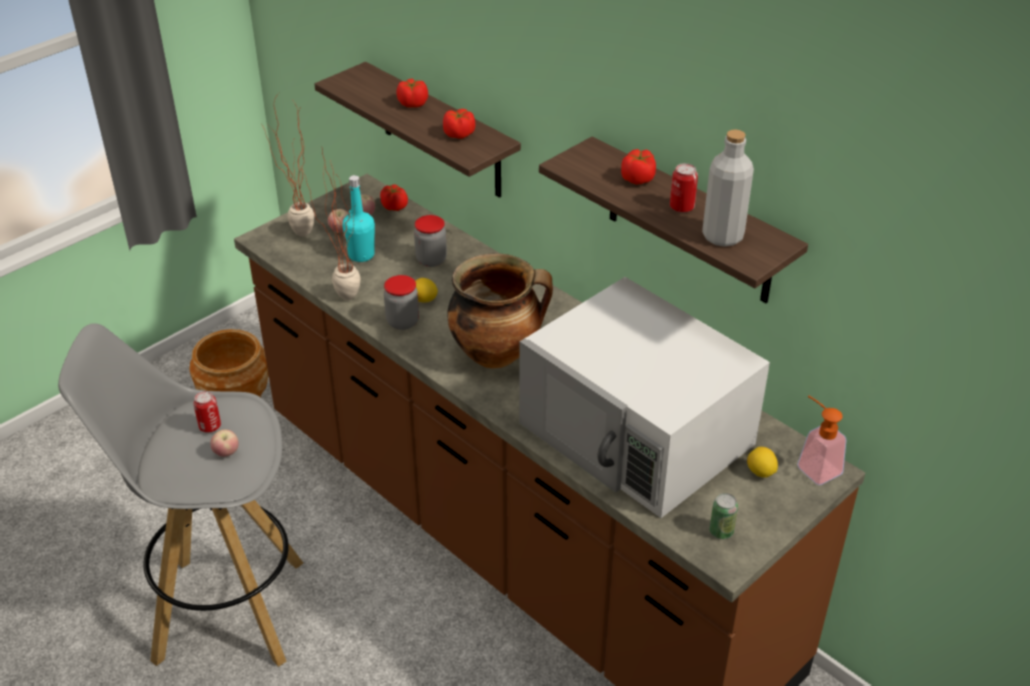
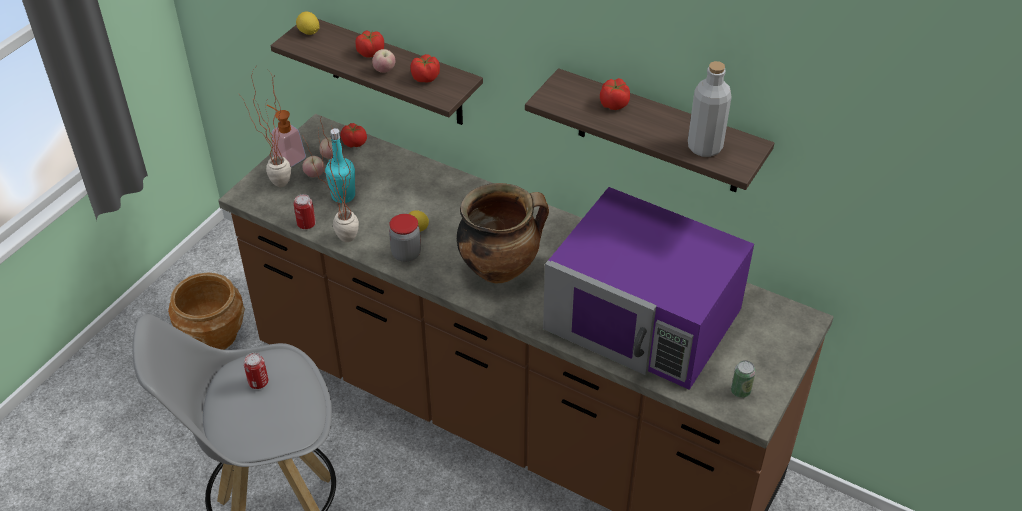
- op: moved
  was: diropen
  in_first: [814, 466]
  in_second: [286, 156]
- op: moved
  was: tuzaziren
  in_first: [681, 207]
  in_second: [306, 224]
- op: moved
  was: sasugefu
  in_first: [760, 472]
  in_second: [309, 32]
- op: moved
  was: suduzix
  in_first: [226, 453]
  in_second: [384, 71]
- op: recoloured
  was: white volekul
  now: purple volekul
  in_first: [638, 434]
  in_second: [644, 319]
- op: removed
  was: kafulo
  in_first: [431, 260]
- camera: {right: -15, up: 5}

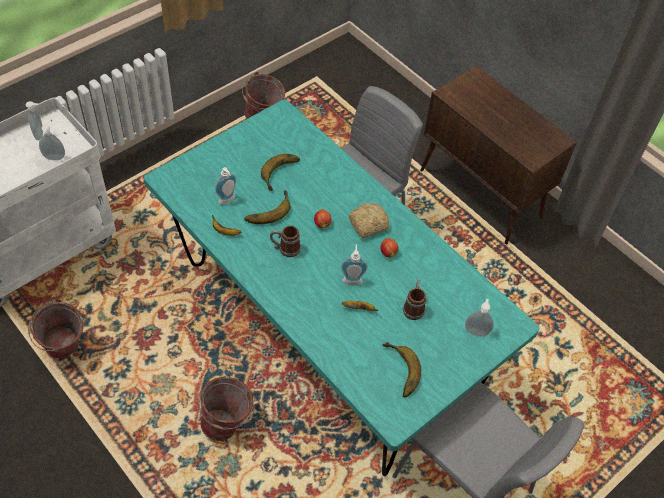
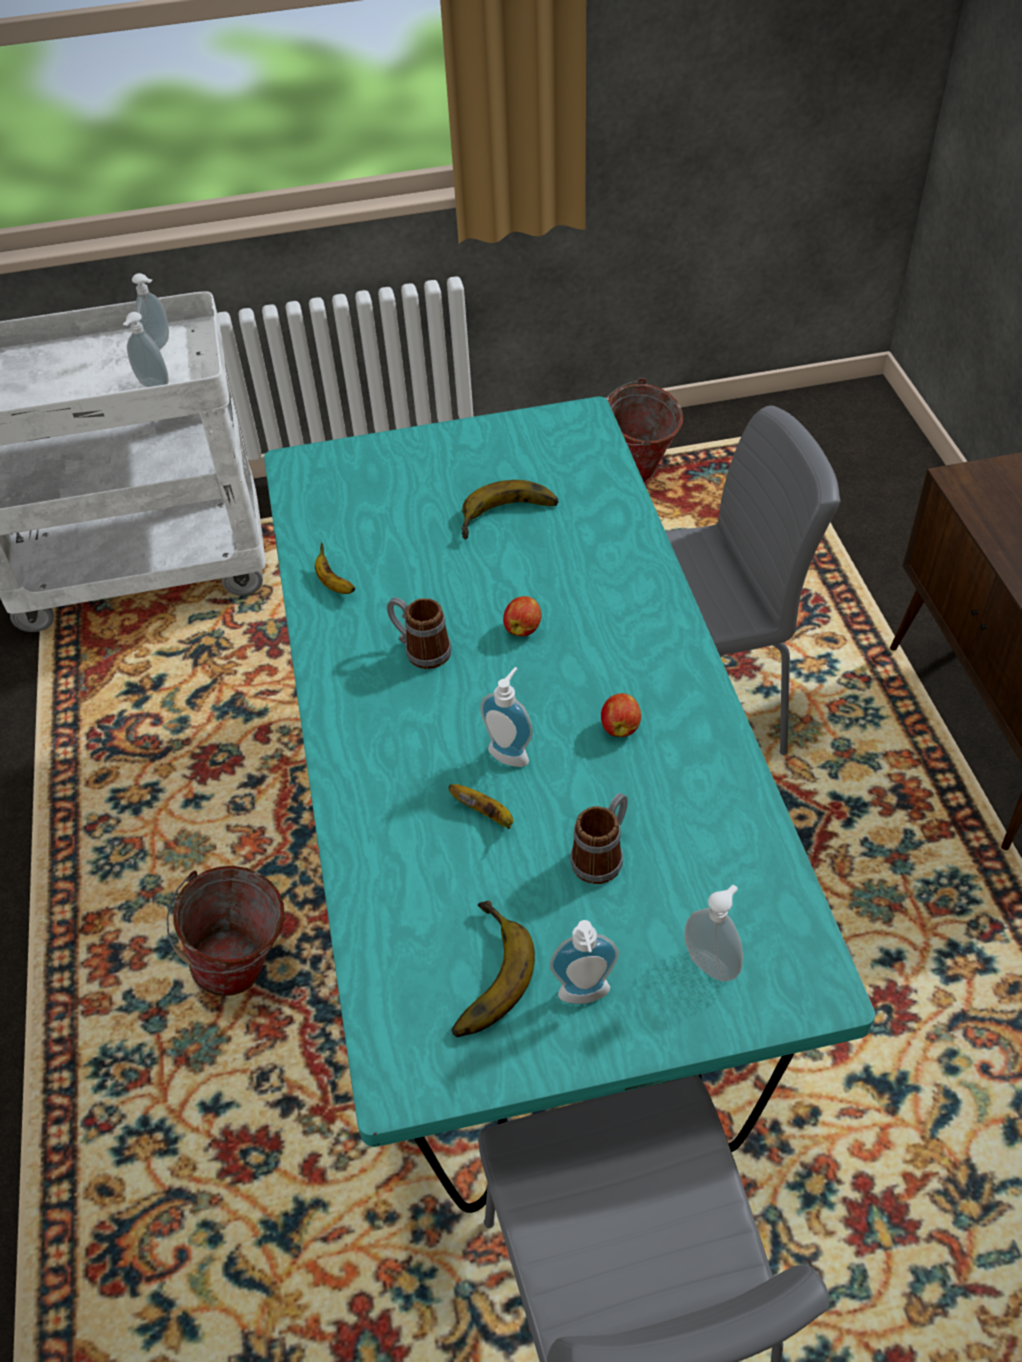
- op: moved
  was: diropen
  in_first: [228, 201]
  in_second: [585, 997]
- op: removed
  was: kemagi
  in_first: [65, 351]
- op: removed
  was: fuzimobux
  in_first: [267, 210]
- op: removed
  was: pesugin
  in_first: [367, 224]
- camera: {right: 35, up: -5}

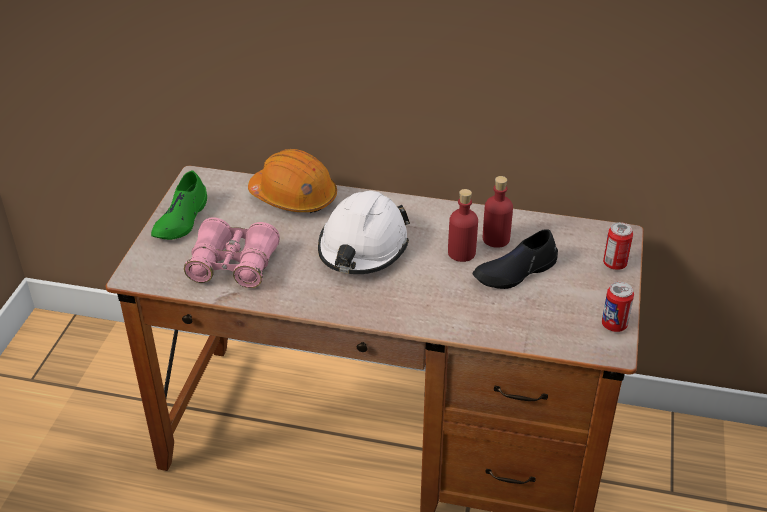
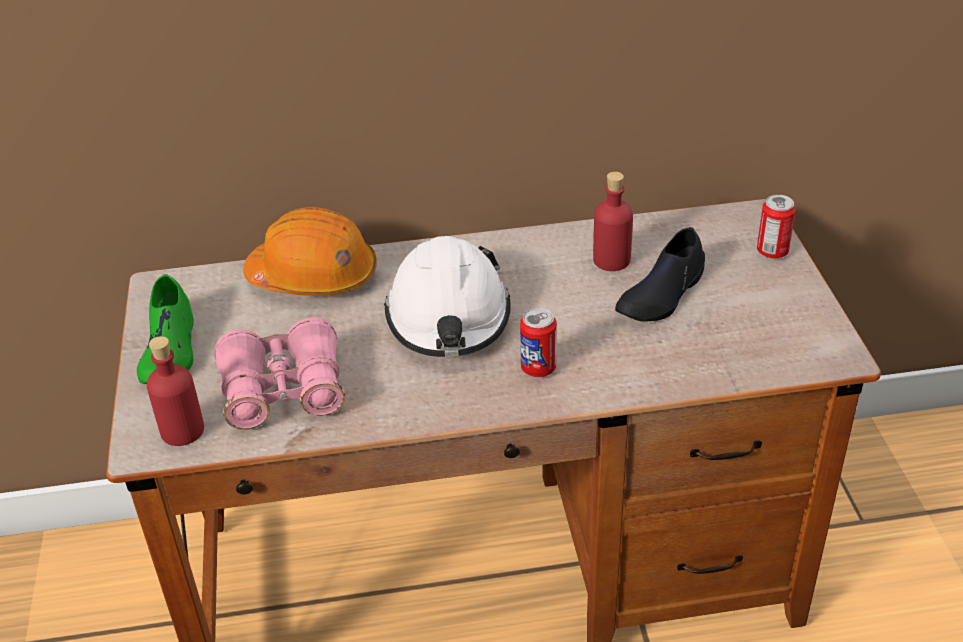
- op: moved
  was: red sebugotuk
  in_first: [461, 253]
  in_second: [182, 430]
- op: moved
  was: tuzaziren
  in_first: [614, 325]
  in_second: [538, 368]
- camera: {right: -20, up: 0}

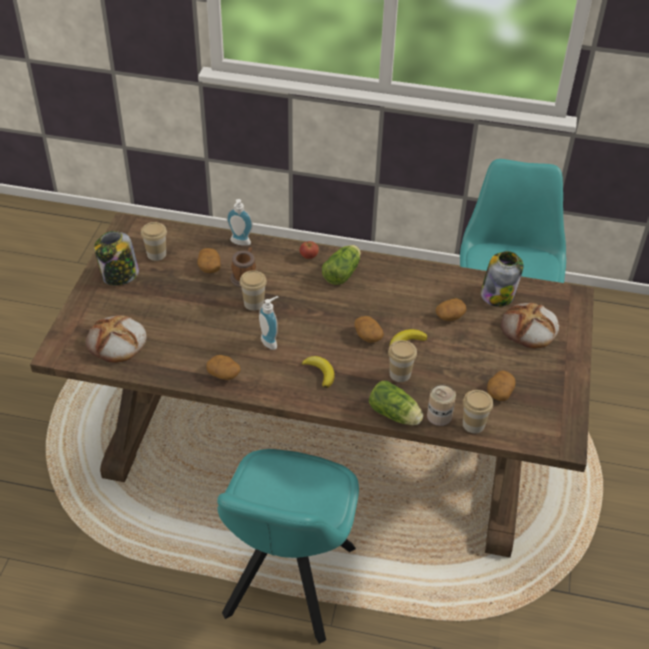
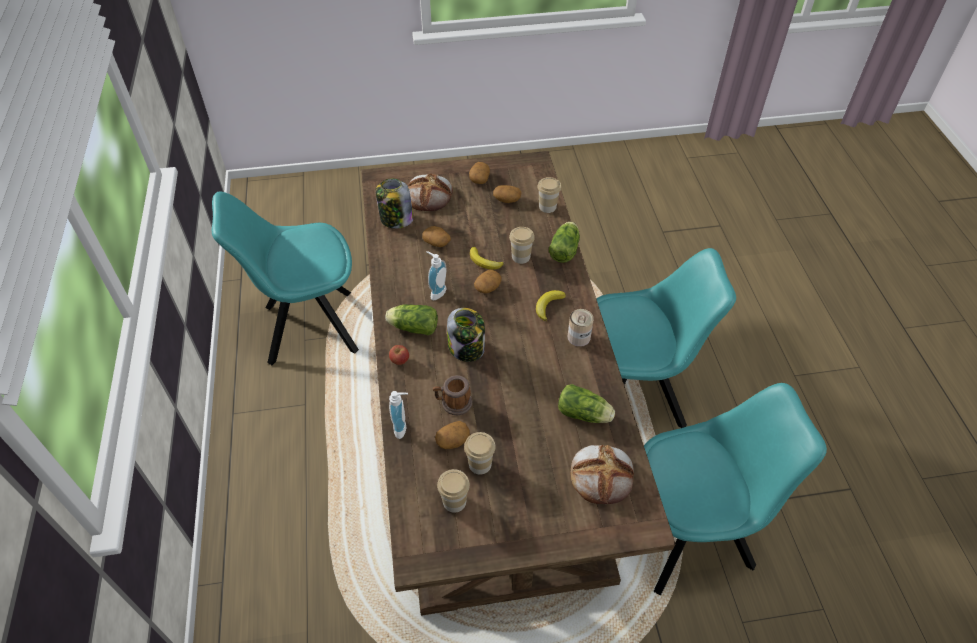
- op: moved
  was: diropen
  in_first: [271, 341]
  in_second: [436, 292]
- op: moved
  was: kafulo
  in_first: [119, 275]
  in_second: [467, 348]
- op: moved
  was: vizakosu
  in_first: [254, 303]
  in_second: [480, 464]
- op: moved
  was: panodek
  in_first: [224, 374]
  in_second: [479, 178]
- op: added
  now: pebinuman
  in_second: [585, 414]
- op: moved
  was: tuzaziren
  in_first: [439, 415]
  in_second: [578, 337]
- op: added
  now: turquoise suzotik
  in_second: [688, 535]
- camera: {right: -110, up: 5}

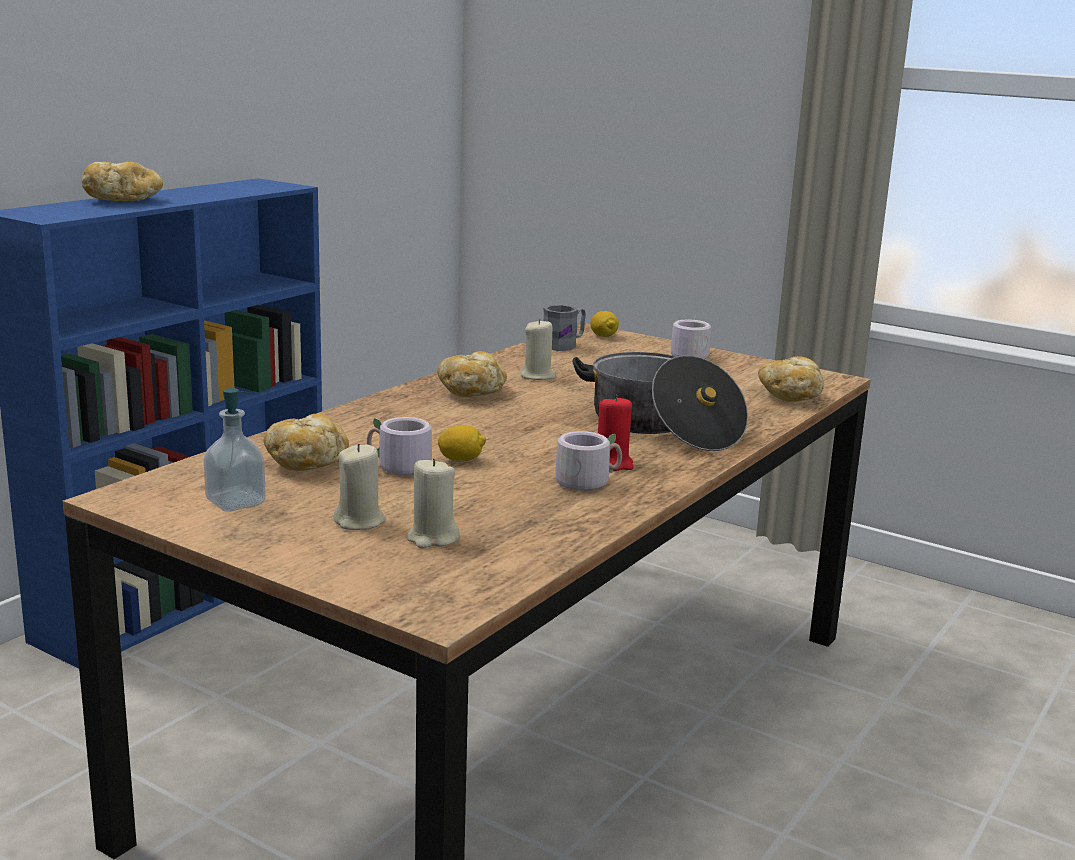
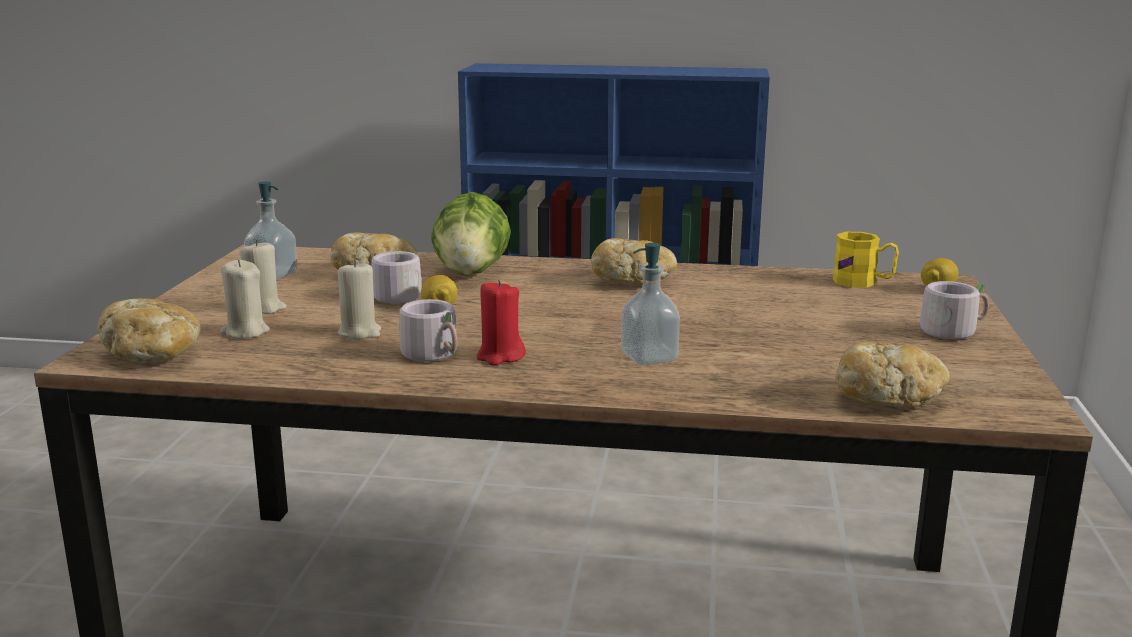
- op: moved
  was: pesugin
  in_first: [123, 200]
  in_second: [153, 355]
- op: moved
  was: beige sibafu
  in_first: [537, 376]
  in_second: [360, 332]
- op: added
  now: pebinuman
  in_second: [472, 272]
- op: replaced
  was: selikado
  now: diropen
  in_first: [661, 427]
  in_second: [649, 357]
- op: recoloured
  was: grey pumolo
  now: yellow pumolo
  in_first: [564, 345]
  in_second: [863, 282]
- camera: {right: 65, up: 0}

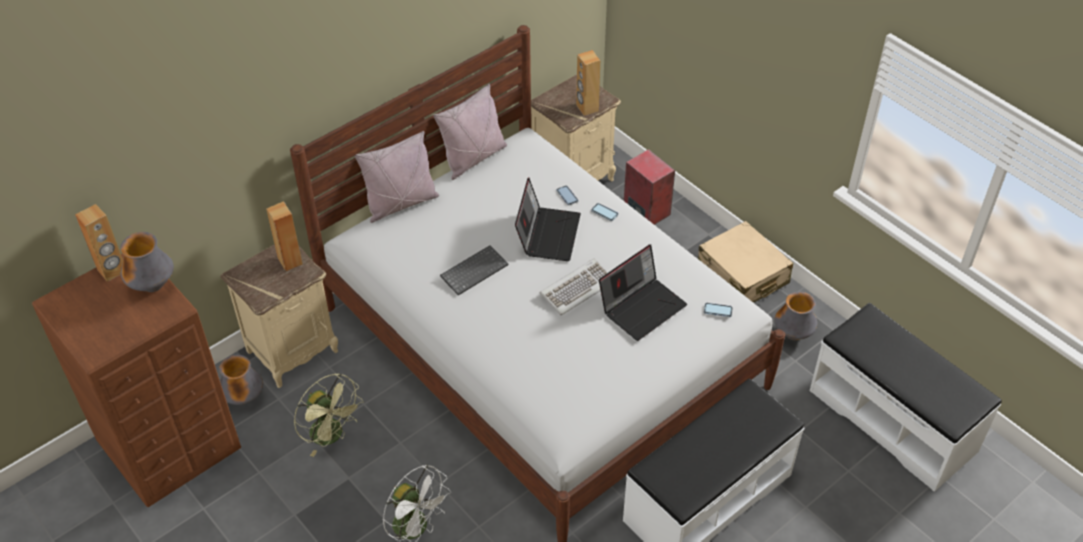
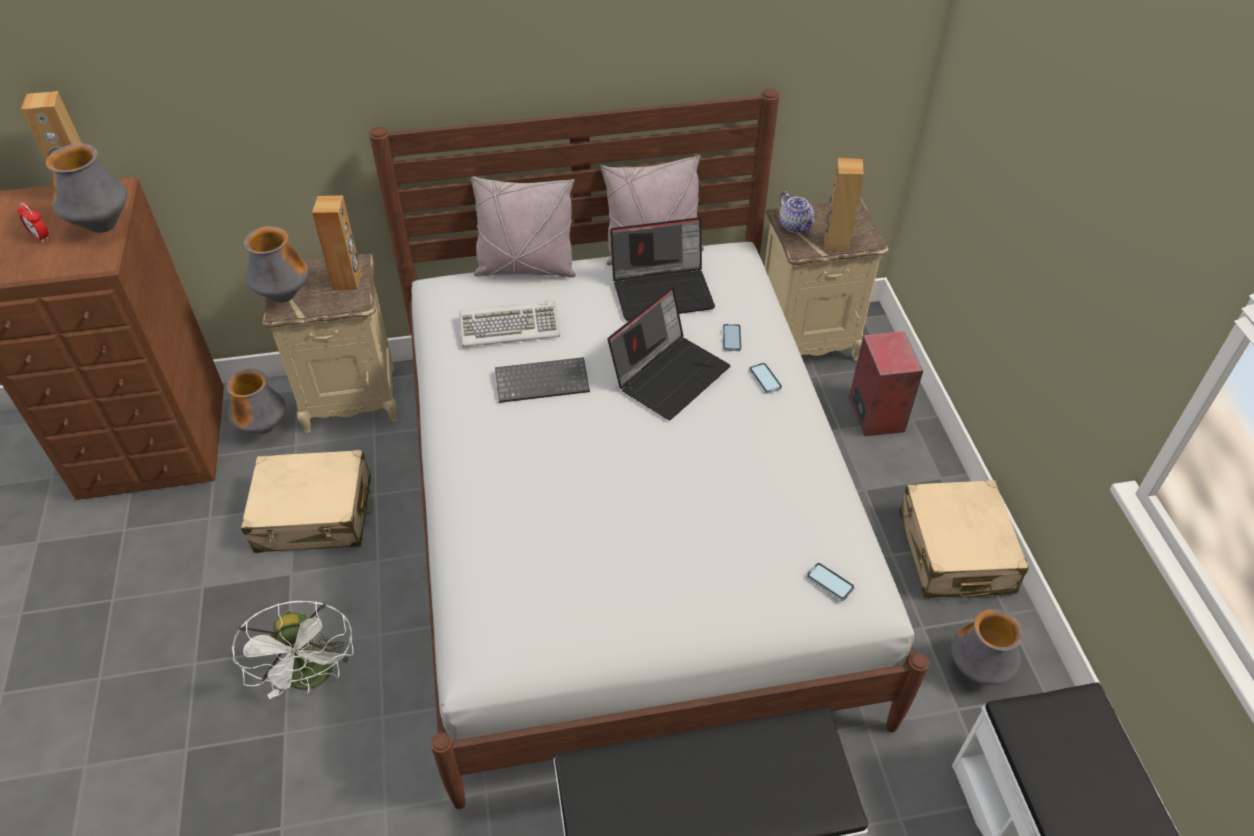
- op: added
  now: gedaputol
  in_second: [40, 237]
- op: replaced
  was: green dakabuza
  now: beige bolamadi
  in_first: [332, 435]
  in_second: [314, 514]
- op: added
  now: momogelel
  in_second: [284, 296]
- op: moved
  was: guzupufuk
  in_first: [577, 288]
  in_second: [510, 326]
- op: moved
  was: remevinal
  in_first: [642, 306]
  in_second: [663, 290]
- op: added
  now: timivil
  in_second: [795, 225]
- camera: {right: 30, up: 0}

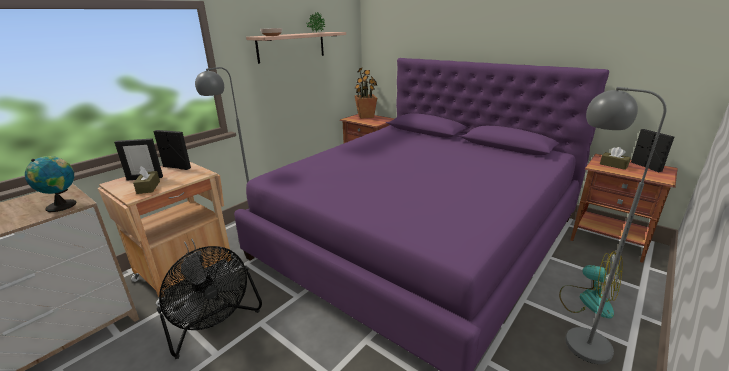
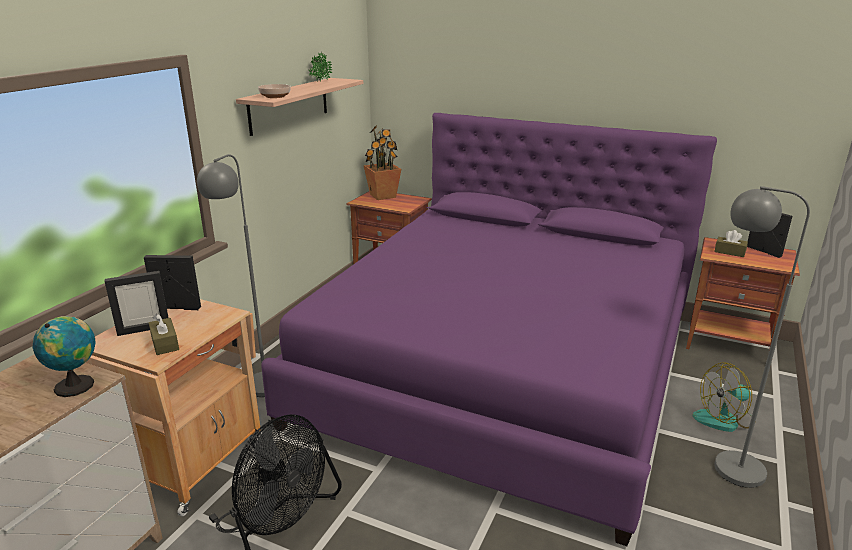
- op: turned
  was: dakabuza
  in_first: [587, 300]
  in_second: [724, 419]
  clockwise: 135
- camera: {right: -15, up: 0}

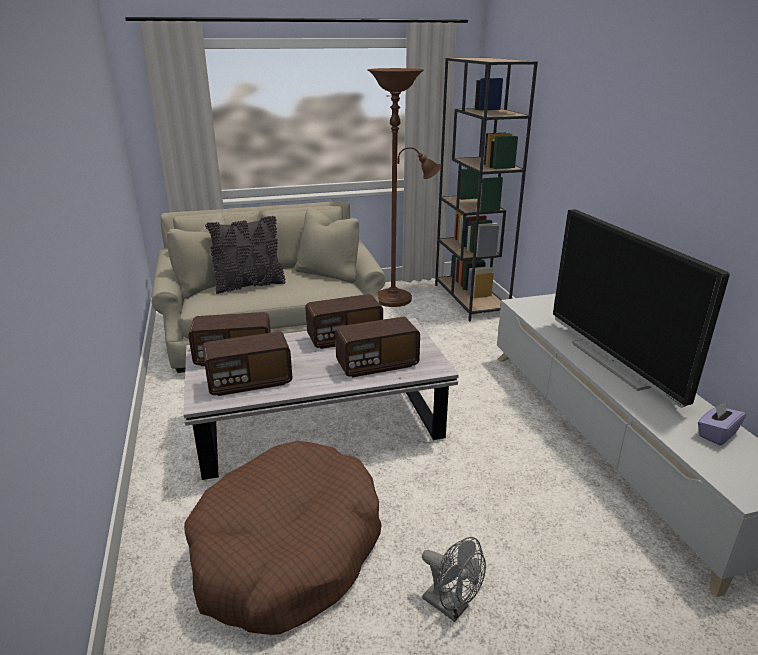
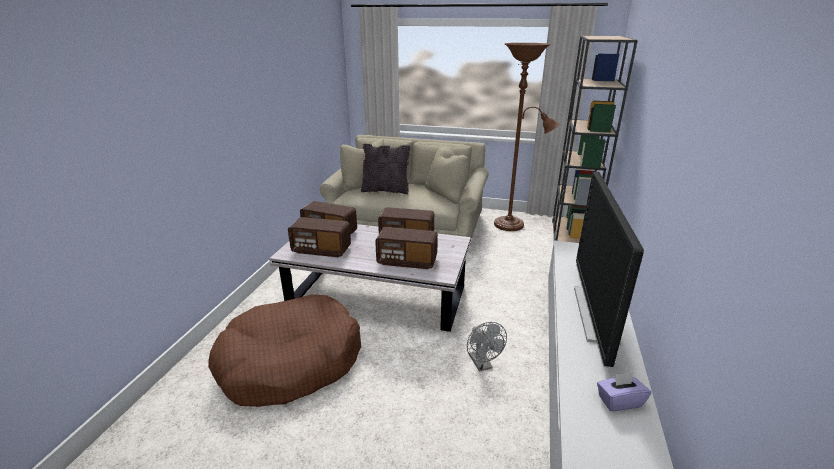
- op: moved
  was: grey dakabuza
  in_first: [451, 607]
  in_second: [482, 365]
- camera: {right: 30, up: 0}

